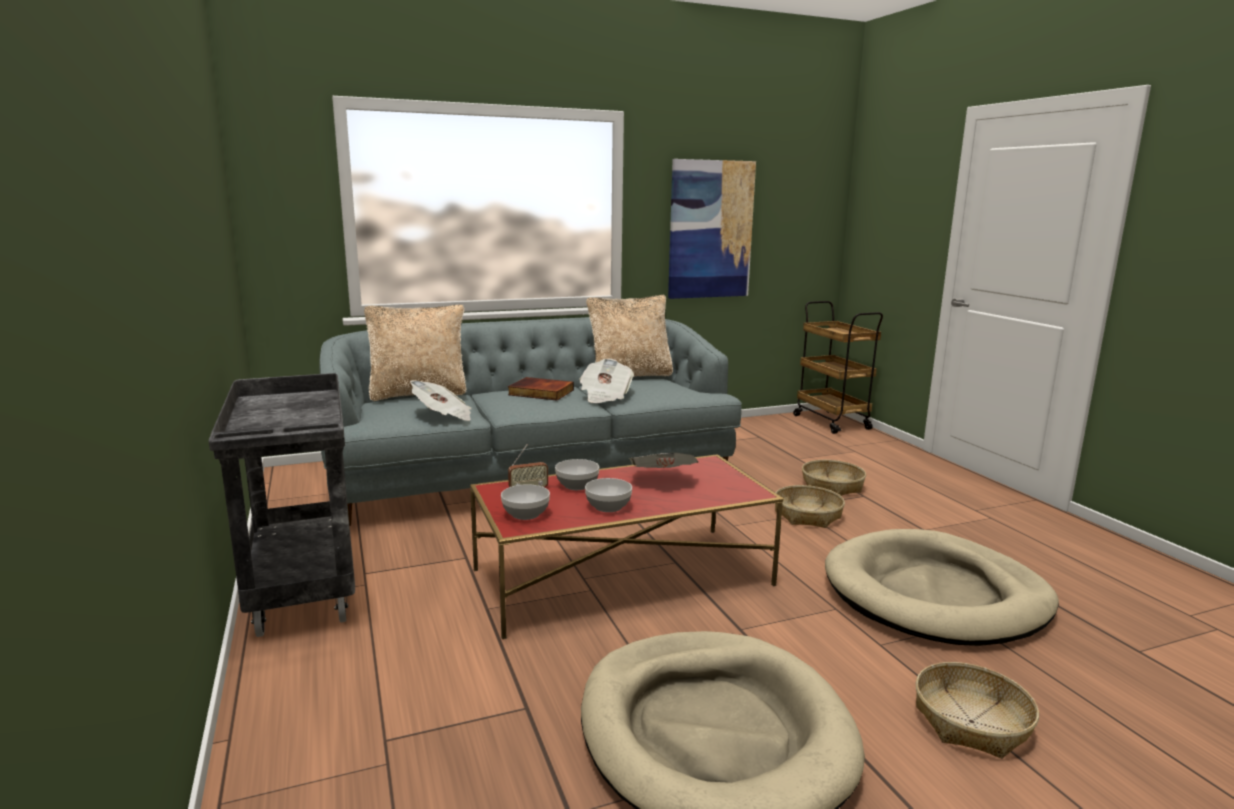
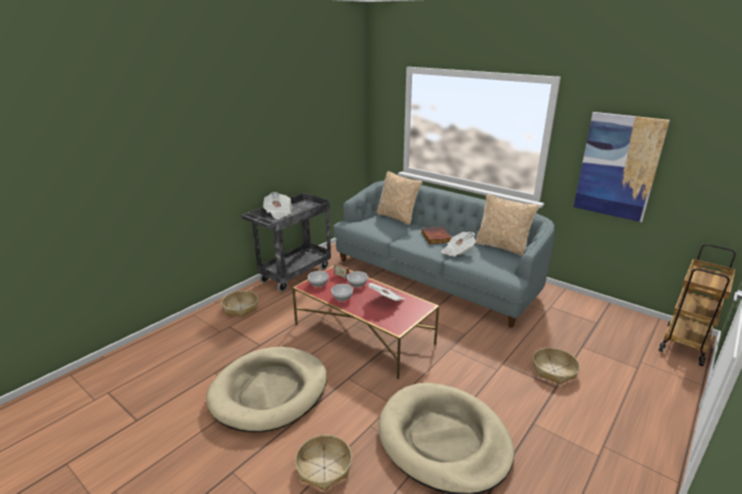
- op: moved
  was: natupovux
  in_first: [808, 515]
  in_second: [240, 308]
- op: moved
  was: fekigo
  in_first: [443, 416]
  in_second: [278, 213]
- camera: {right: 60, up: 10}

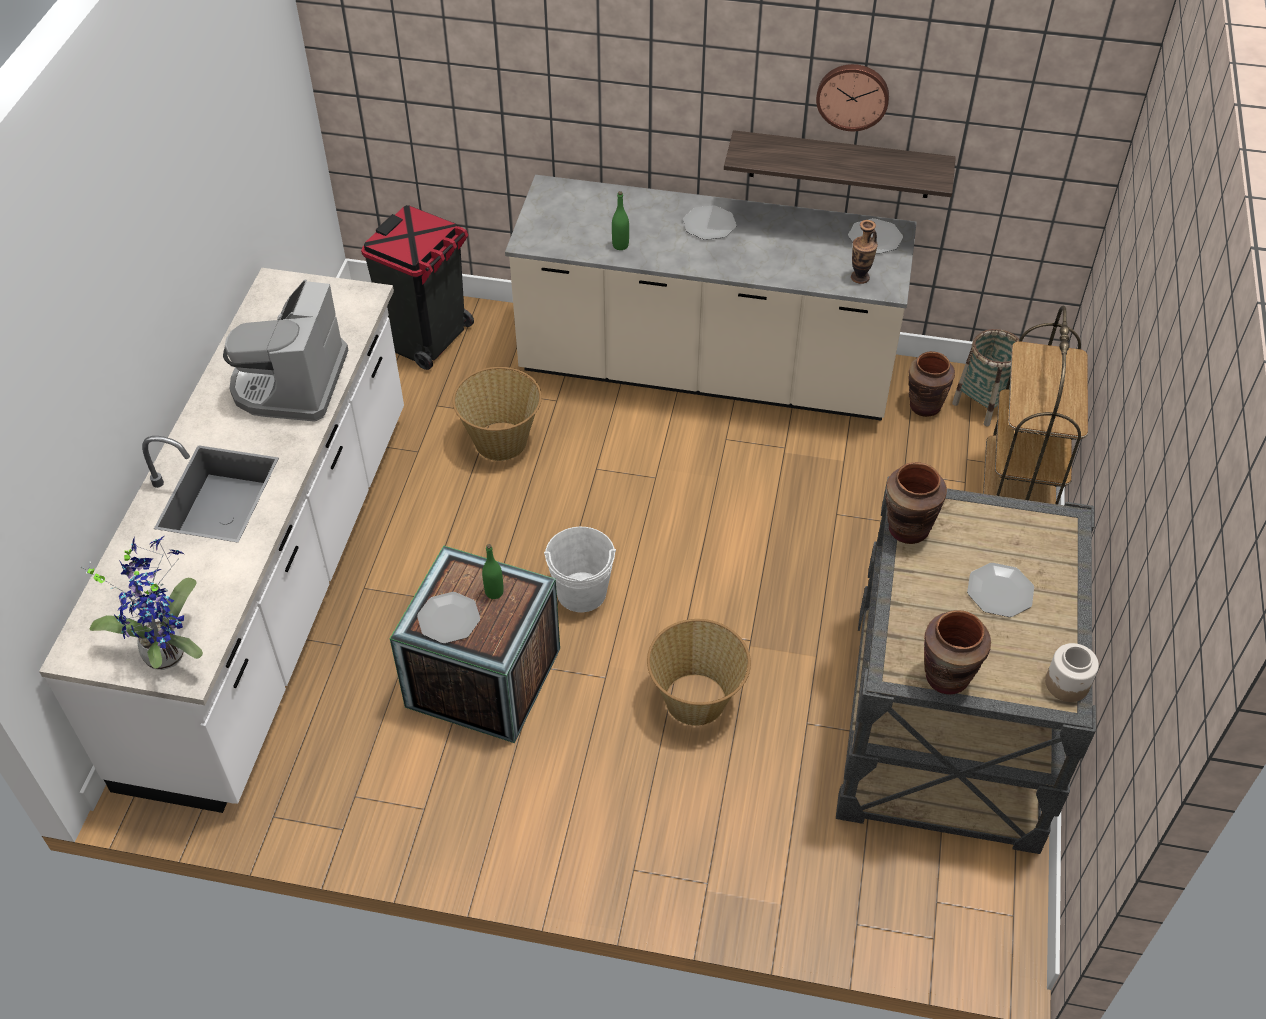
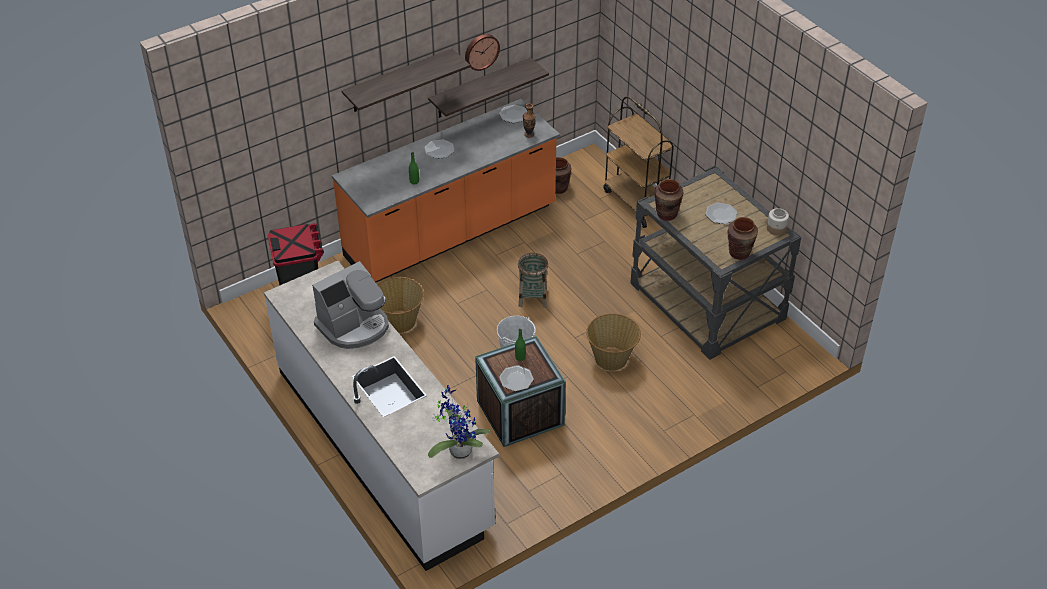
- op: turned
  was: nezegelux
  in_first: [291, 383]
  in_second: [354, 326]
  clockwise: -90
- op: recoloured
  was: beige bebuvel
  now: orange bebuvel
  in_first: [705, 372]
  in_second: [451, 233]
- op: added
  now: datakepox
  in_second: [398, 81]
- op: moved
  was: natupovux
  in_first: [983, 404]
  in_second: [532, 297]
- camera: {right: -45, up: -5}

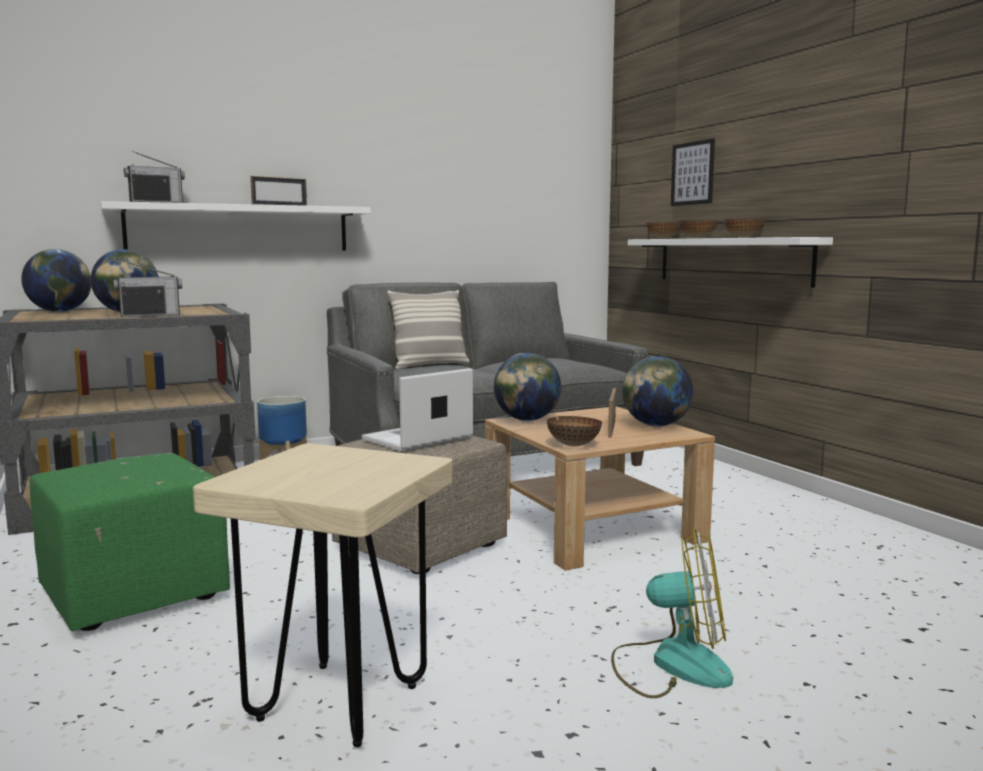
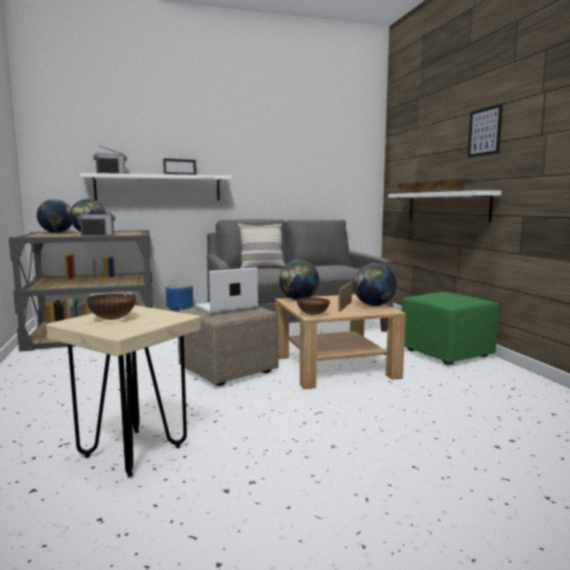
- op: added
  now: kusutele
  in_second: [113, 319]
- op: moved
  was: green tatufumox
  in_first: [136, 595]
  in_second: [447, 353]
- op: moved
  was: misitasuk
  in_first: [692, 173]
  in_second: [485, 132]
- op: removed
  was: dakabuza
  in_first: [671, 664]
- camera: {right: 10, up: 0}

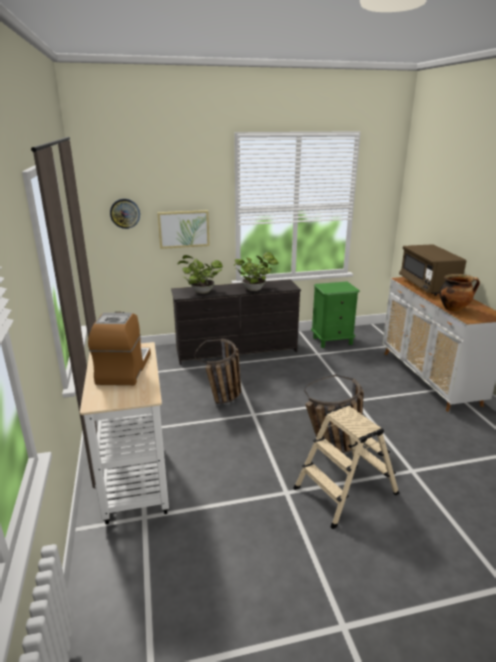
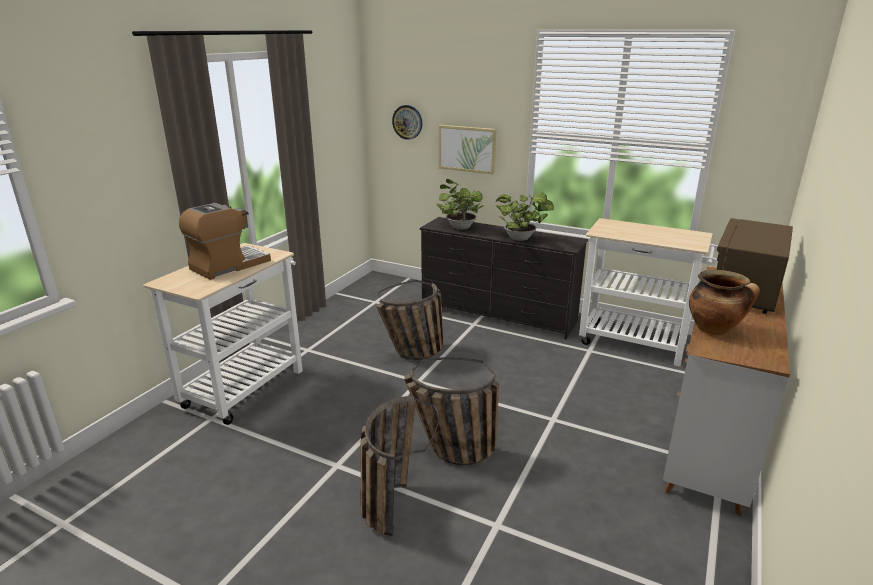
- op: replaced
  was: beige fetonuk
  now: natupovux
  in_first: [346, 490]
  in_second: [392, 498]
- op: replaced
  was: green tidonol
  now: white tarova
  in_first: [332, 341]
  in_second: [634, 343]
- camera: {right: 40, up: 0}

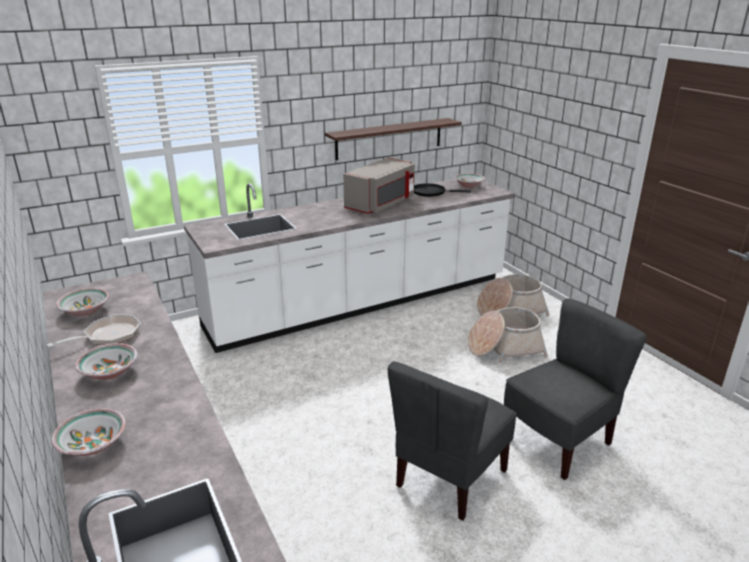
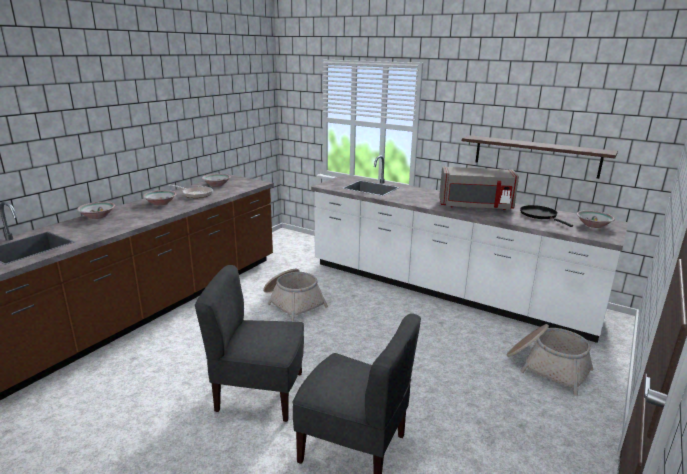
- op: moved
  was: natupovux
  in_first: [504, 347]
  in_second: [293, 303]
- camera: {right: 60, up: -5}

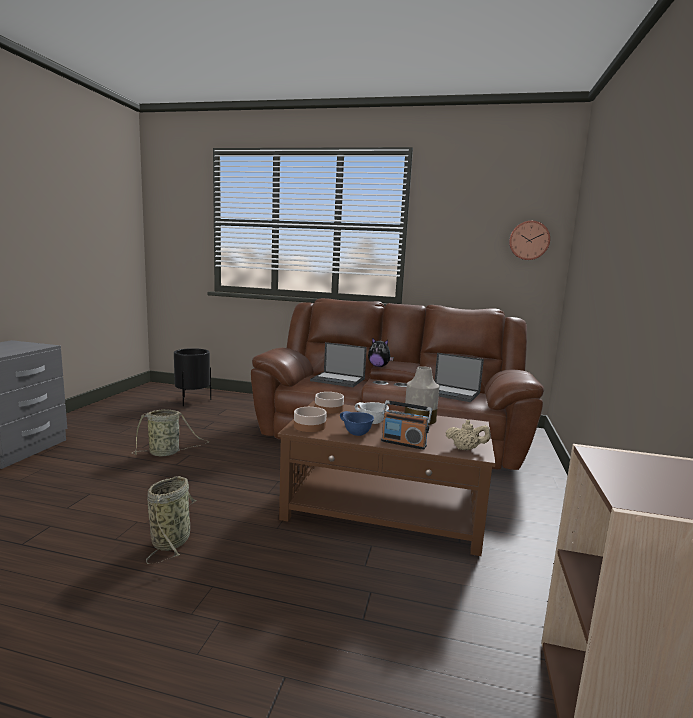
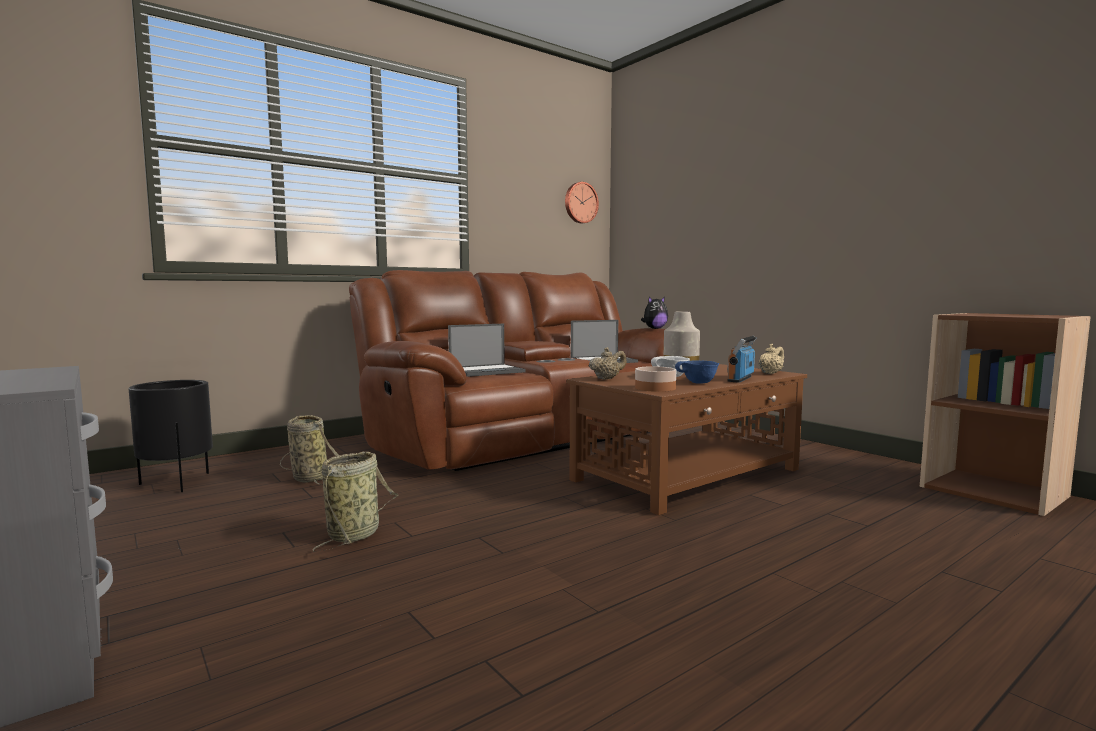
- op: moved
  was: natupovux
  in_first: [172, 540]
  in_second: [308, 478]
- op: replaced
  was: kusutele
  now: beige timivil
  in_first: [329, 409]
  in_second: [607, 379]
- op: moved
  was: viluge
  in_first: [379, 366]
  in_second: [654, 328]
- op: turned
  was: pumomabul
  in_first: [403, 443]
  in_second: [740, 379]
  clockwise: 150
- camera: {right: -50, up: -5}

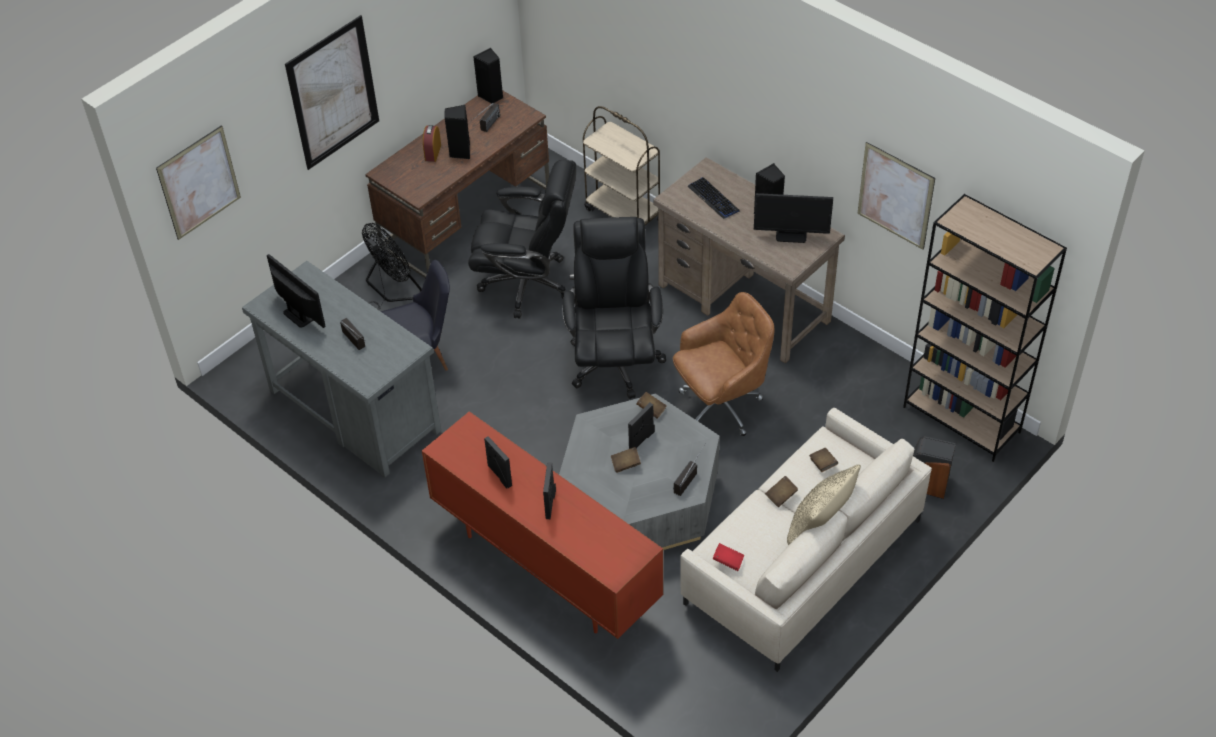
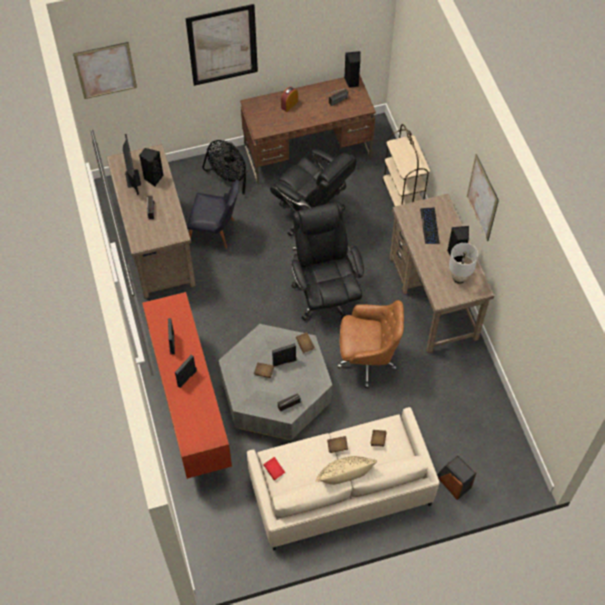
- op: recoloured
  was: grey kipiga
  now: brown kipiga
  in_first: [353, 411]
  in_second: [156, 246]
- op: moved
  was: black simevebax
  in_first: [460, 152]
  in_second: [153, 178]
- op: turned
  was: black dakabuza
  in_first: [387, 288]
  in_second: [229, 175]
  clockwise: 135
- op: turned
  was: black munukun
  in_first: [614, 362]
  in_second: [325, 295]
  clockwise: -45
- op: replaced
  was: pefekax
  now: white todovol
  in_first: [791, 235]
  in_second: [459, 277]
- op: moved
  was: misitasuk
  in_first: [895, 196]
  in_second: [482, 198]
- op: removed
  was: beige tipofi
  in_first: [962, 419]
- camera: {right: 30, up: 10}

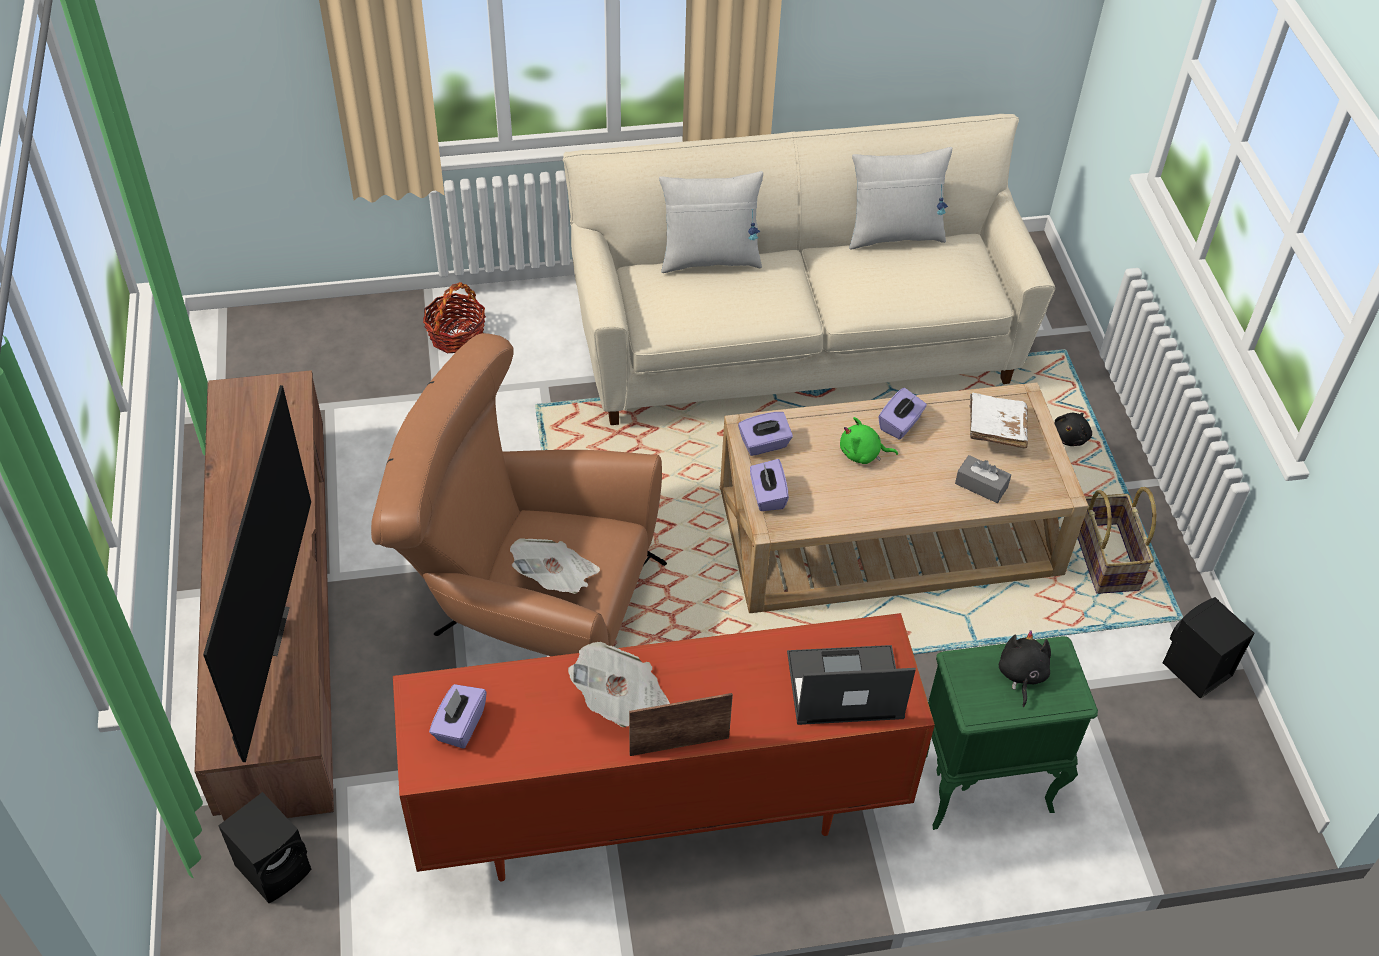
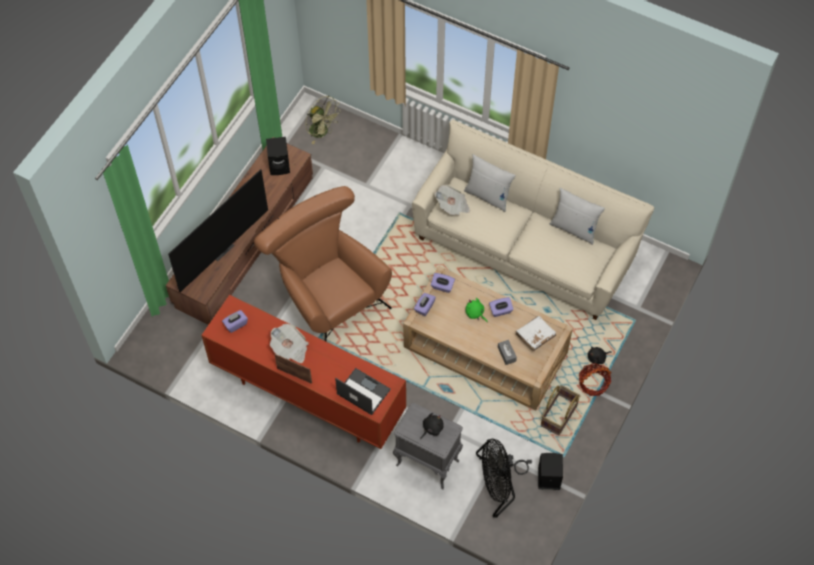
- op: moved
  was: black simevebax
  in_first: [276, 867]
  in_second: [280, 165]
- op: added
  now: green dakabuza
  in_second: [322, 132]
- op: recoloured
  was: green tidonol
  now: grey tidonol
  in_first: [982, 785]
  in_second: [427, 463]
- op: moved
  was: fekigo
  in_first: [556, 578]
  in_second: [452, 206]
- op: added
  now: black dakabuza
  in_second: [500, 482]
- op: moved
  was: natupovux
  in_first: [456, 335]
  in_second: [593, 384]
- camera: {right: 40, up: 10}

